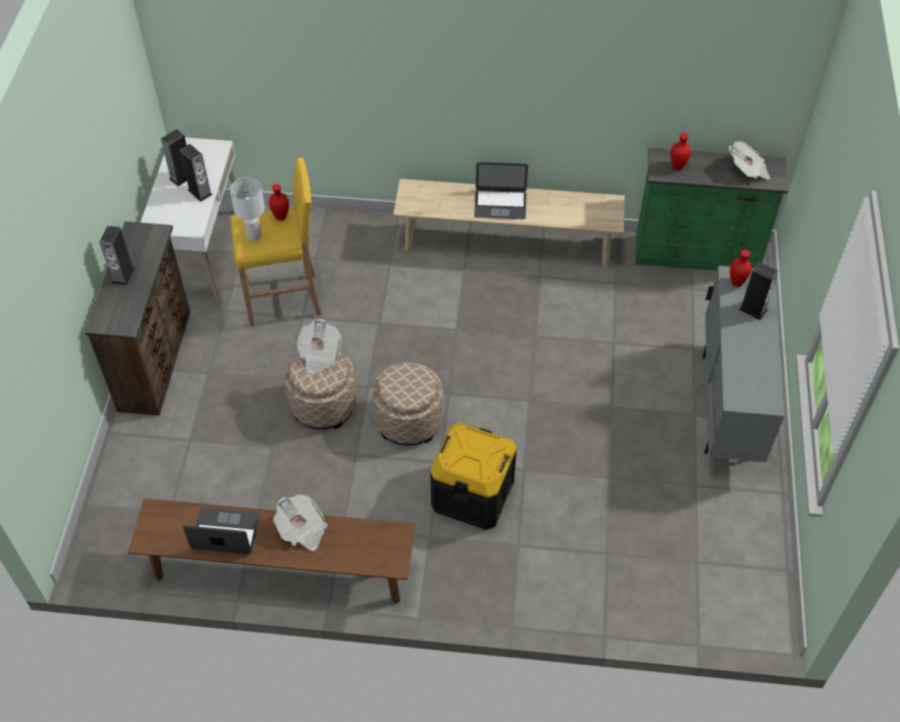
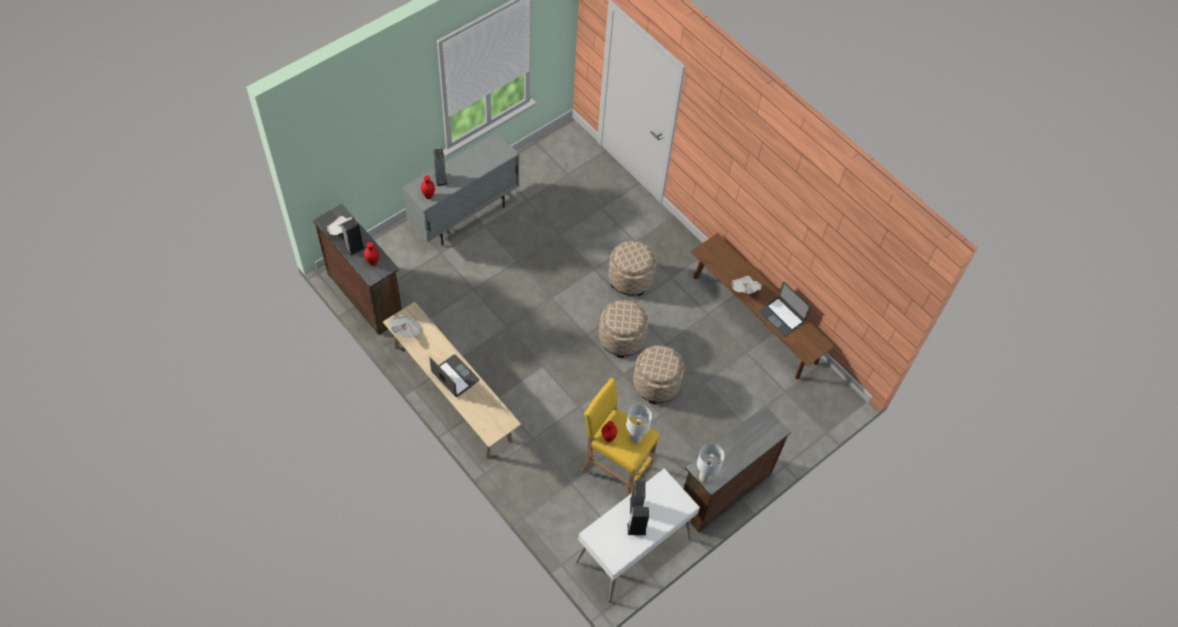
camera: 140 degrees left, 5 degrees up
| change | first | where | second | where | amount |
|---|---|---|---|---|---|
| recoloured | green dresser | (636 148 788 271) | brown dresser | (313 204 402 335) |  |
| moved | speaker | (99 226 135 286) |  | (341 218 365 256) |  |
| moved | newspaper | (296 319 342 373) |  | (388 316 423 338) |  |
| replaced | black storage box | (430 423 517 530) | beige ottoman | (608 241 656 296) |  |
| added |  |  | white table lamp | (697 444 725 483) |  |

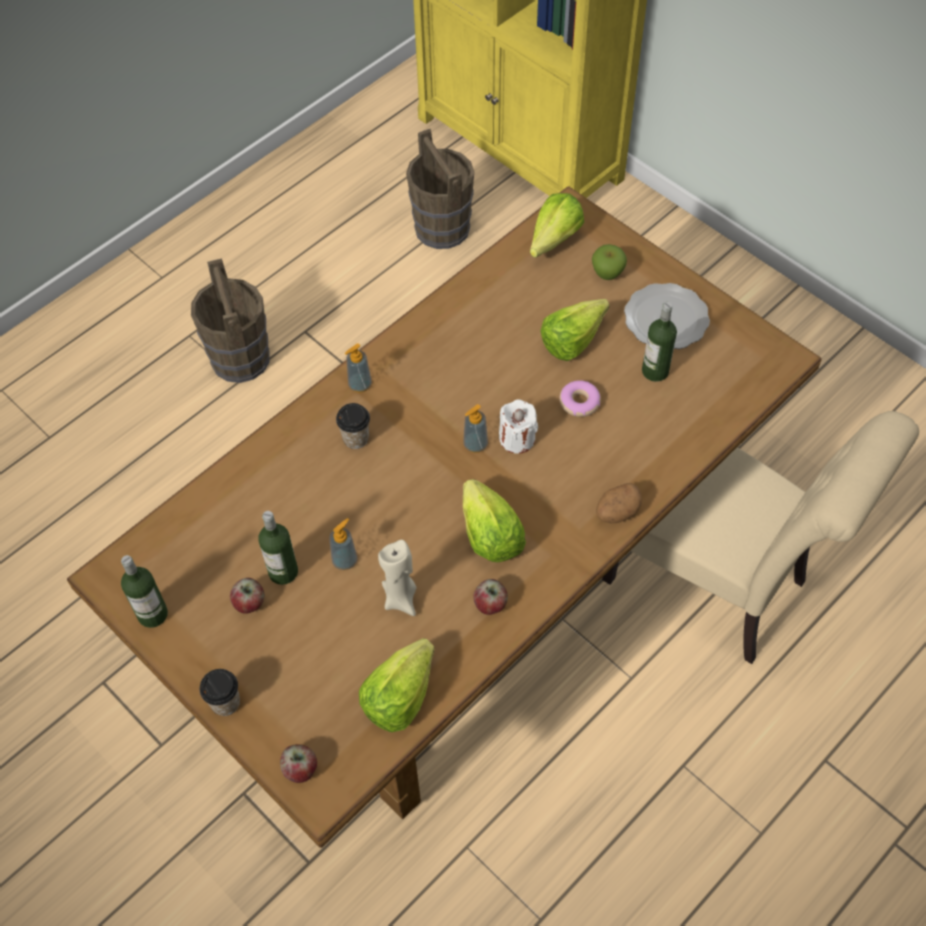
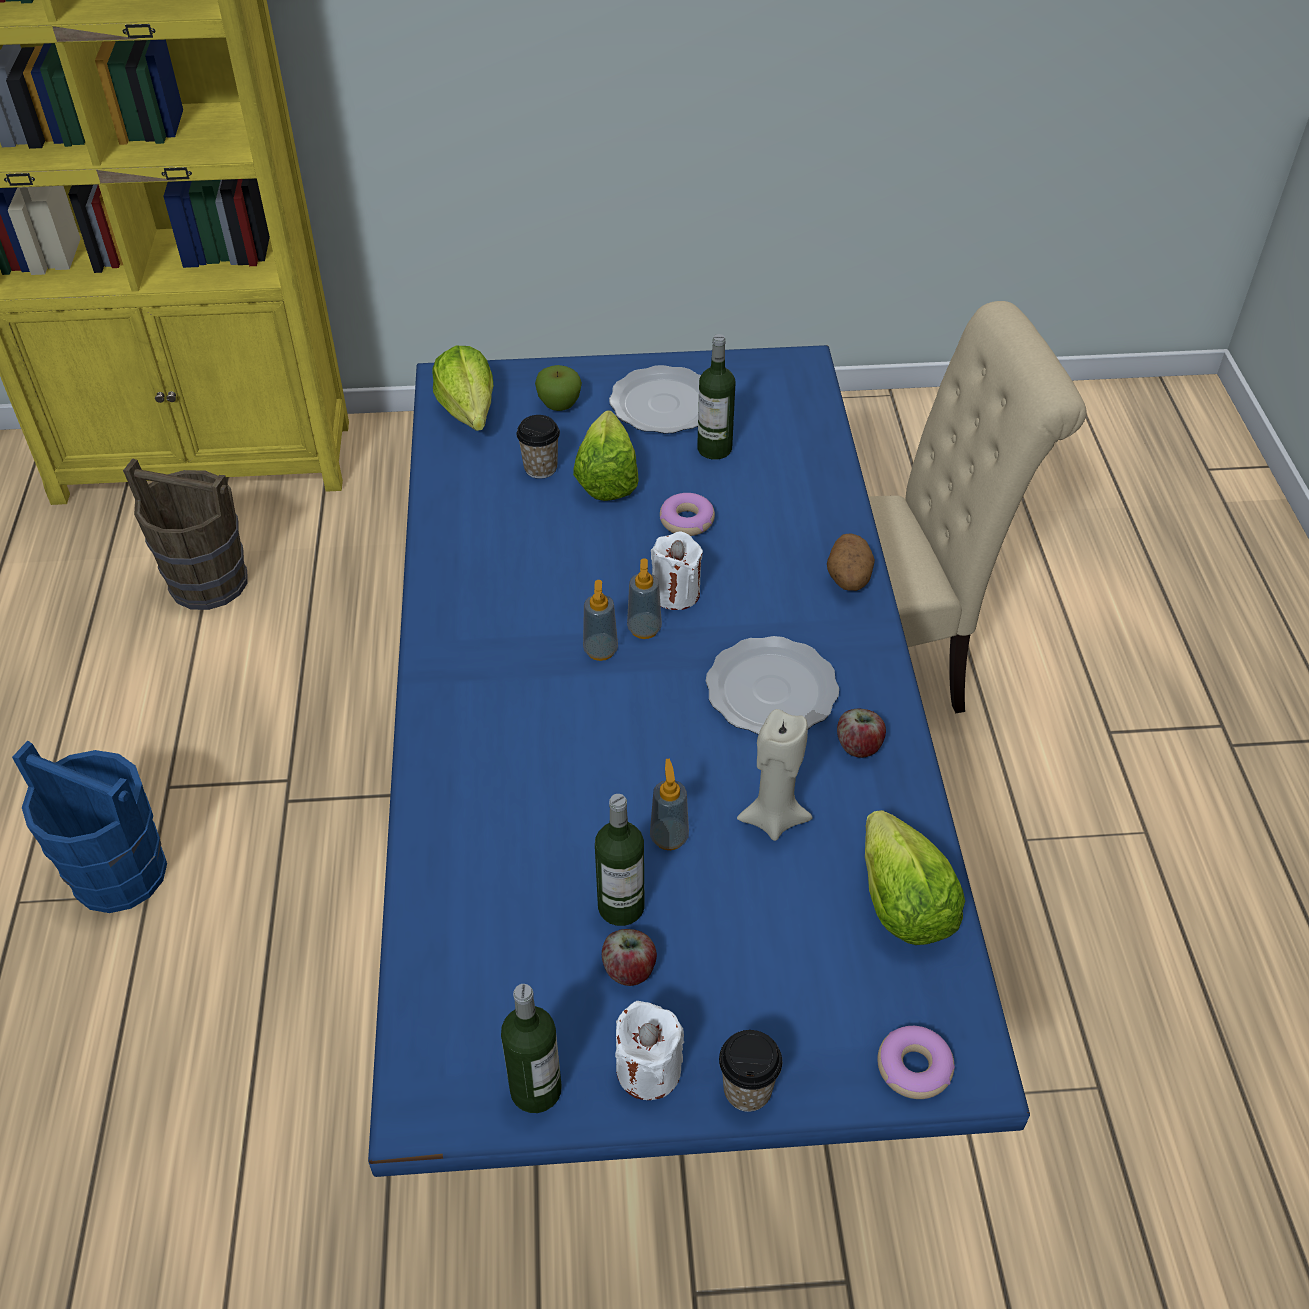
camera: 50 degrees left, 10 degrees down
| change | first | where | second | where | amount |
|---|---|---|---|---|---|
| recoloured | brown dining table | (67 186 822 848) | blue dining table | (368 345 1030 1177) |  |
| recoloured | brown bucket | (191 258 270 383) | blue bucket | (12 741 167 913) |  |
| moved | soap dispenser | (344 343 372 393) |  | (583 580 618 661) |  |
| moved | cup | (336 403 370 449) |  | (516 415 560 479) |  |
| replaced | lettuce | (463 479 526 562) | plate | (706 636 839 735) |  |
| replaced | apple | (280 744 317 783) | donut | (877 1026 955 1099) |  |
| added |  |  | white candle | (615 1001 684 1100) |  |

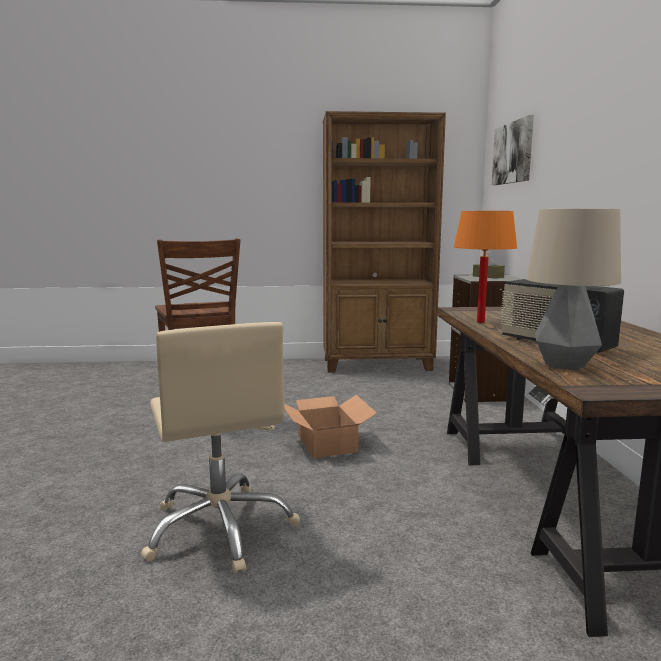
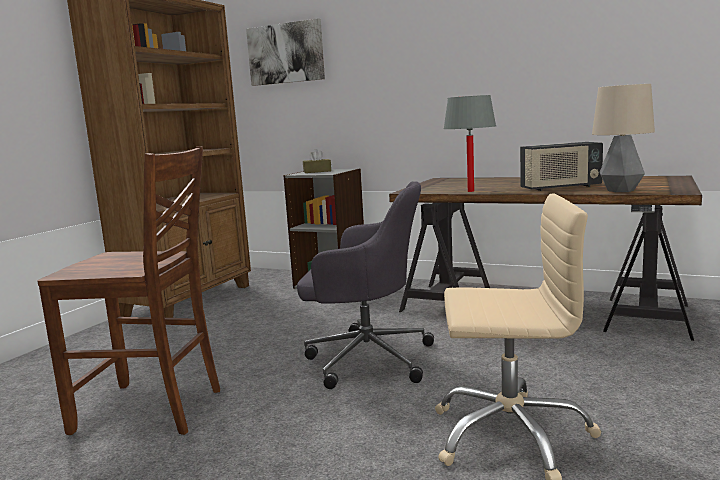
camera: 60 degrees left, 0 degrees up
| change | first | where | second | where | amount |
|---|---|---|---|---|---|
| recoloured | orange table lamp | (454 211 517 323) | grey table lamp | (443 95 496 192) |  |
| replaced | cardboard box | (284 395 377 458) | grey office chair | (297 181 434 389) |  |

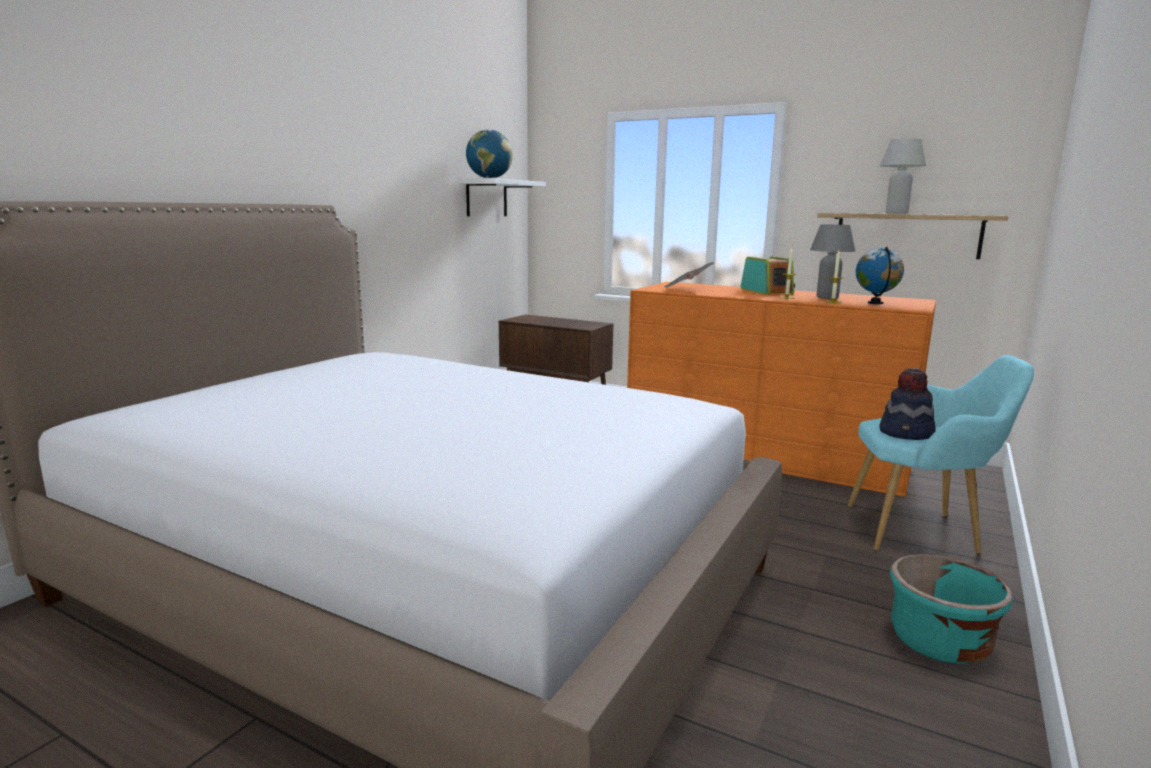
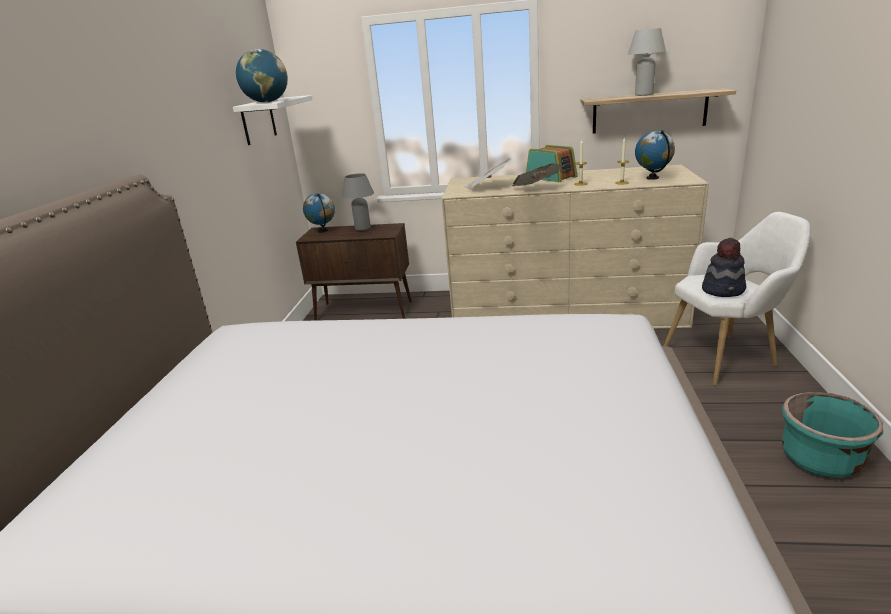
camera: 20 degrees left, 10 degrees up
| change | first | where | second | where | amount |
|---|---|---|---|---|---|
| moved | grey table lamp | (810 225 856 299) |  | (342 173 374 231) |  |
| recoloured | orange dresser | (627 282 936 497) | beige dresser | (442 165 709 329) |  |
| recoloured | turquoise armchair | (848 355 1034 553) | white armchair | (664 212 811 386) |  |
| added |  |  | newspaper | (512 163 561 186) |  |
| added |  |  | globe | (303 193 335 233) |  |

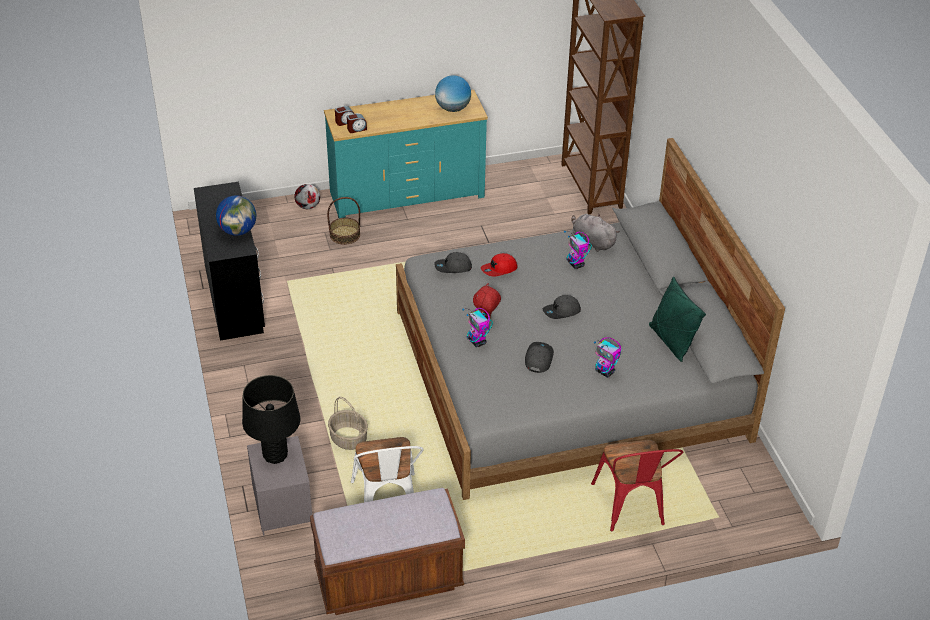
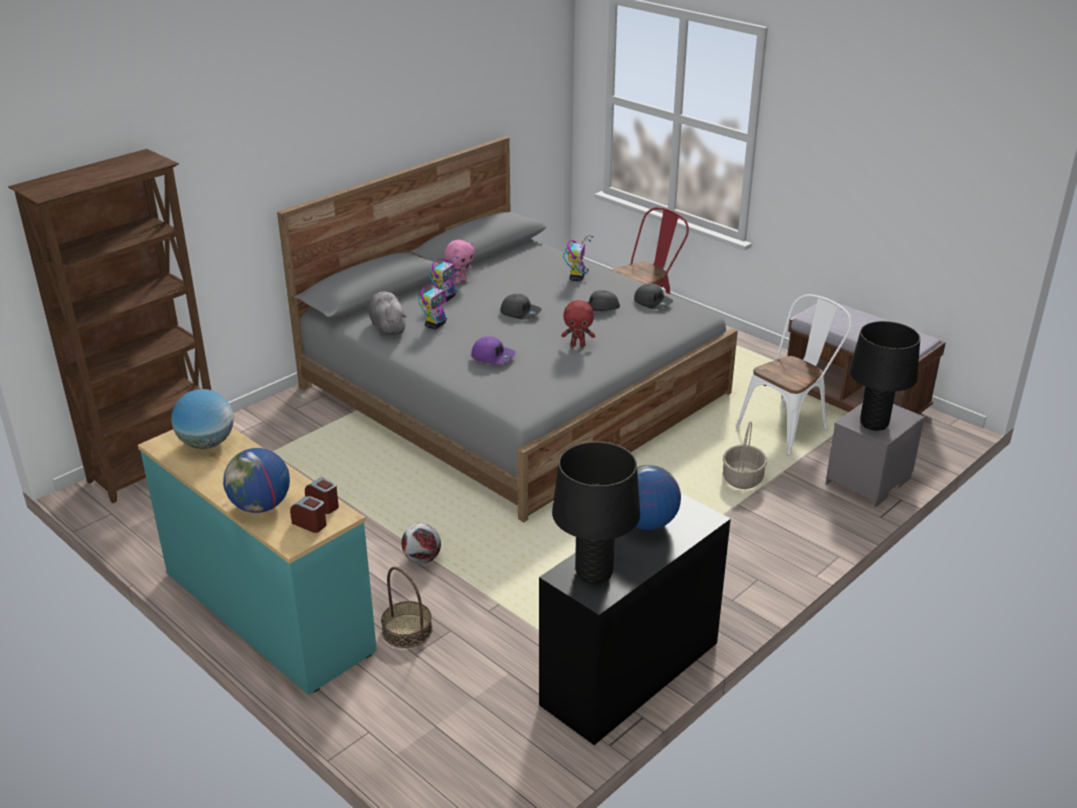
camera: 120 degrees left, 10 degrees down
| change | first | where | second | where | amount |
|---|---|---|---|---|---|
| moved | football | (294 184 320 209) |  | (402 524 441 564) |  |
| turned | grey plush toy | (572 214 620 252) |  | (369 292 406 336) | 150 degrees clockwise |
| moved | grey cap | (434 252 472 273) |  | (634 283 673 309) |  |
| recoloured | red cap | (481 253 518 277) | purple cap | (471 336 516 365) |  |
| removed | green pillow | (649 277 706 362) |  |  |  |
| moved | toy robot | (462 308 493 347) |  | (429 256 459 302) |  |
| added |  |  | pink plush toy | (444 240 475 284) |  |
| added |  |  | black table lamp | (552 441 640 585) |  |
| added |  |  | globe | (223 448 290 513) |  |

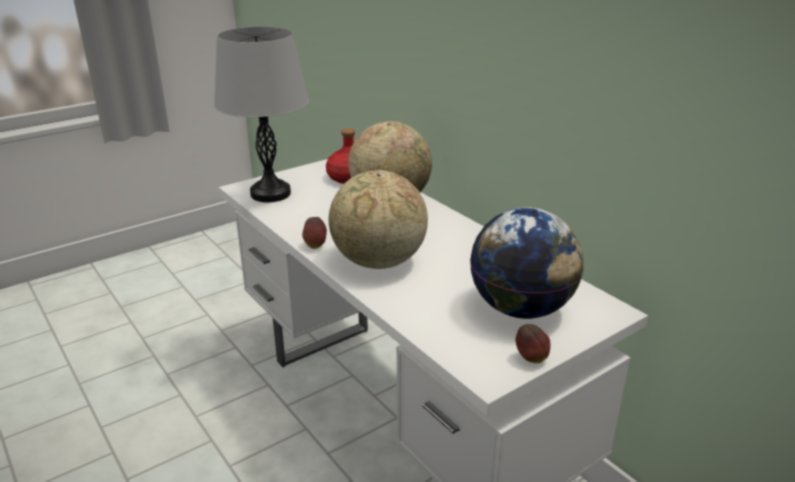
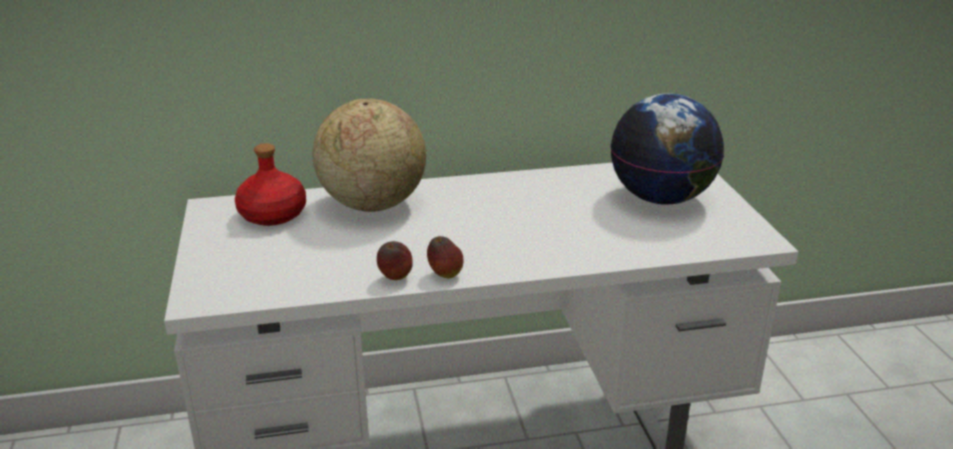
camera: 65 degrees left, 0 degrees up
| change | first | where | second | where | amount |
|---|---|---|---|---|---|
| removed | grey table lamp | (214 26 309 202) |  |  |  |
| removed | globe | (329 170 428 269) |  |  |  |
| moved | apple | (516 324 551 363) |  | (377 241 412 280) |  |

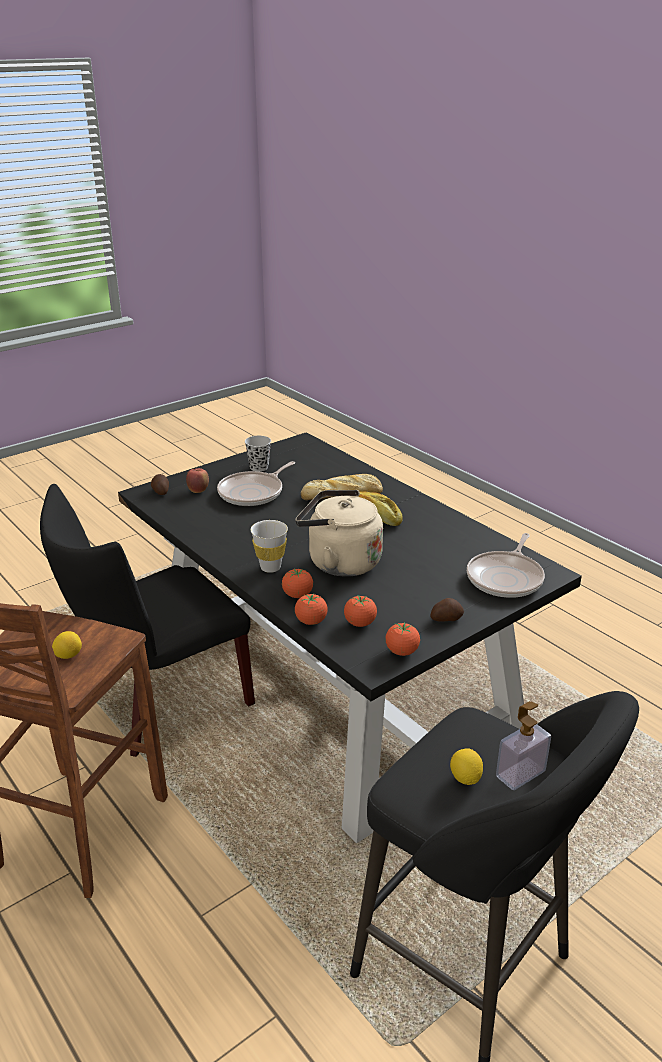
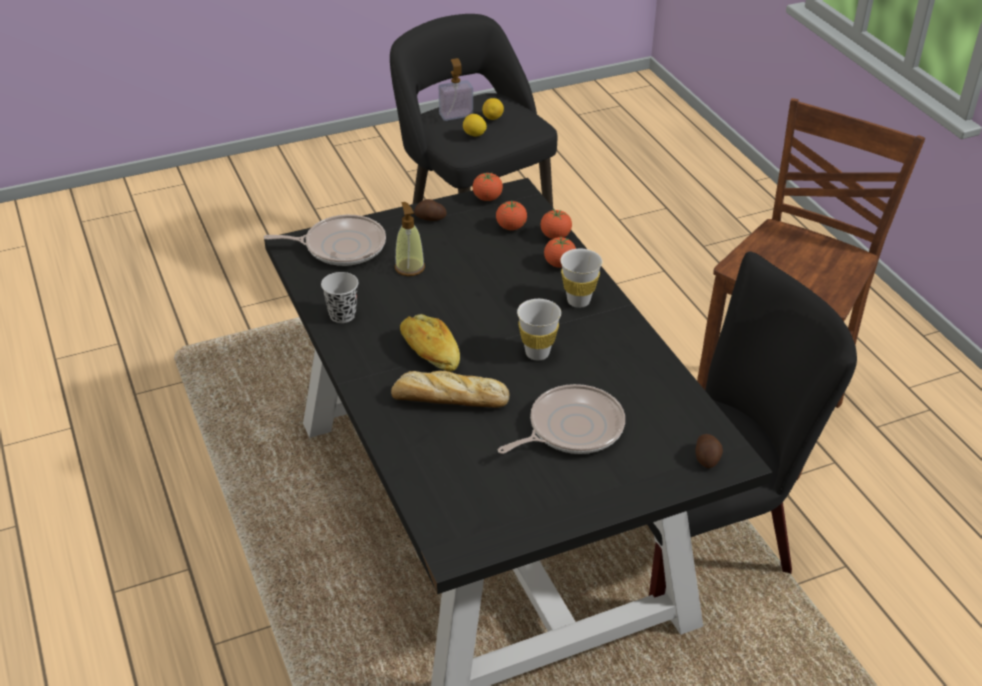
camera: 165 degrees left, 10 degrees up
| change | first | where | second | where | amount |
|---|---|---|---|---|---|
| moved | black cup | (245 436 271 472) |  | (321 272 358 323) |  |
| removed | apple | (186 468 209 493) |  |  |  |
| removed | beige kettle | (295 490 383 577) |  |  |  |
| turned | frying pan | (467 533 545 598) |  | (264 215 386 266) | 45 degrees clockwise |
| moved | lemon | (52 631 82 659) |  | (463 114 487 136) |  |
| added |  |  | soap dispenser | (395 202 425 276) |  |
| added |  |  | white cup | (517 299 561 360) |  |

